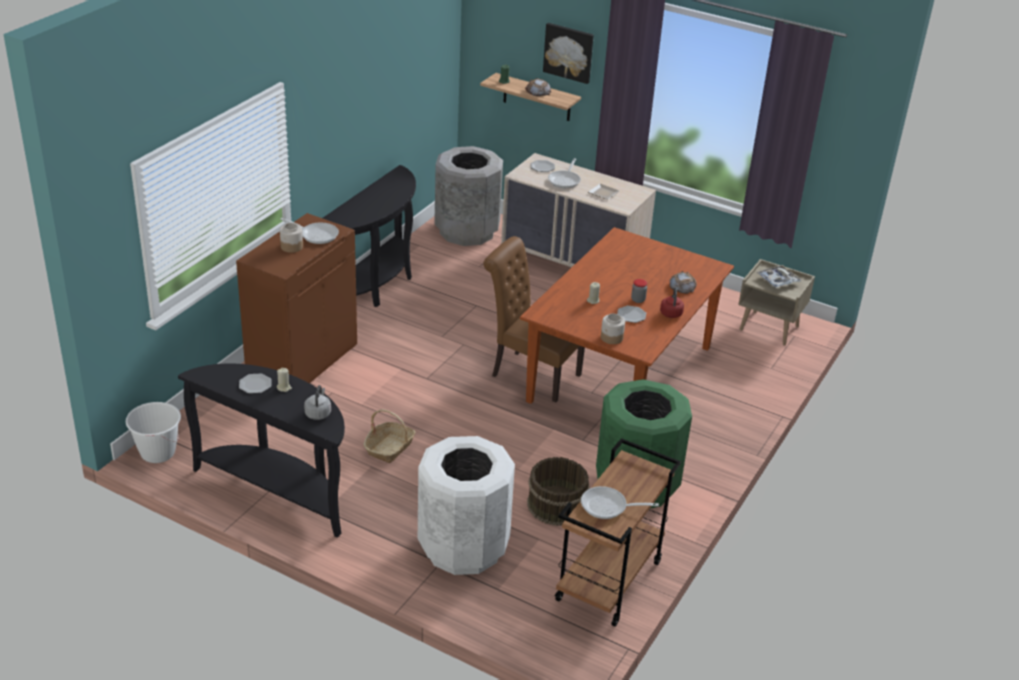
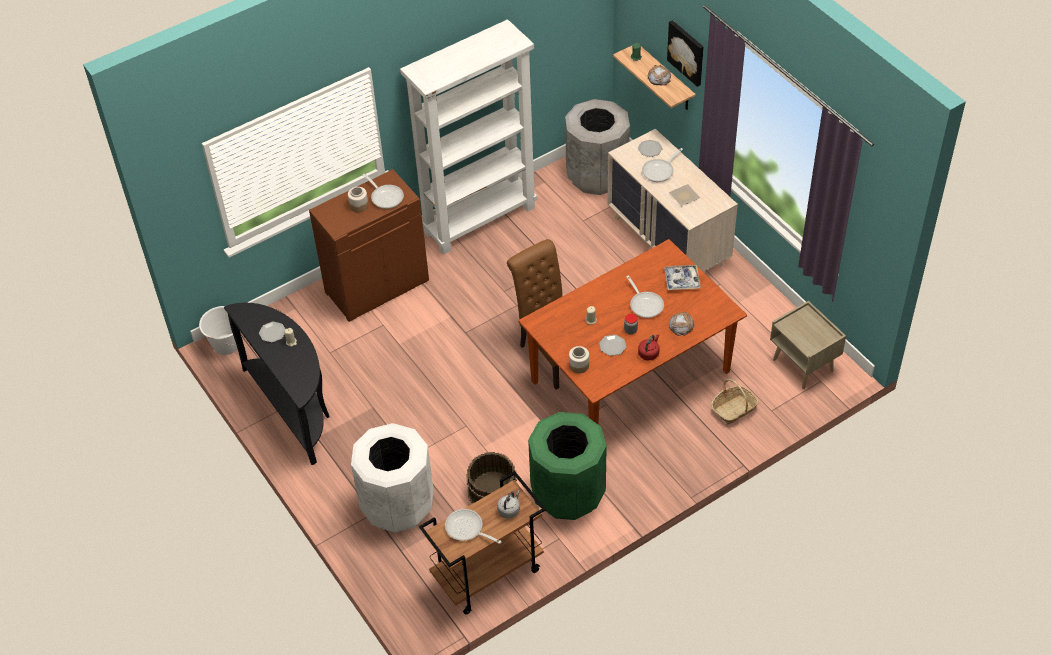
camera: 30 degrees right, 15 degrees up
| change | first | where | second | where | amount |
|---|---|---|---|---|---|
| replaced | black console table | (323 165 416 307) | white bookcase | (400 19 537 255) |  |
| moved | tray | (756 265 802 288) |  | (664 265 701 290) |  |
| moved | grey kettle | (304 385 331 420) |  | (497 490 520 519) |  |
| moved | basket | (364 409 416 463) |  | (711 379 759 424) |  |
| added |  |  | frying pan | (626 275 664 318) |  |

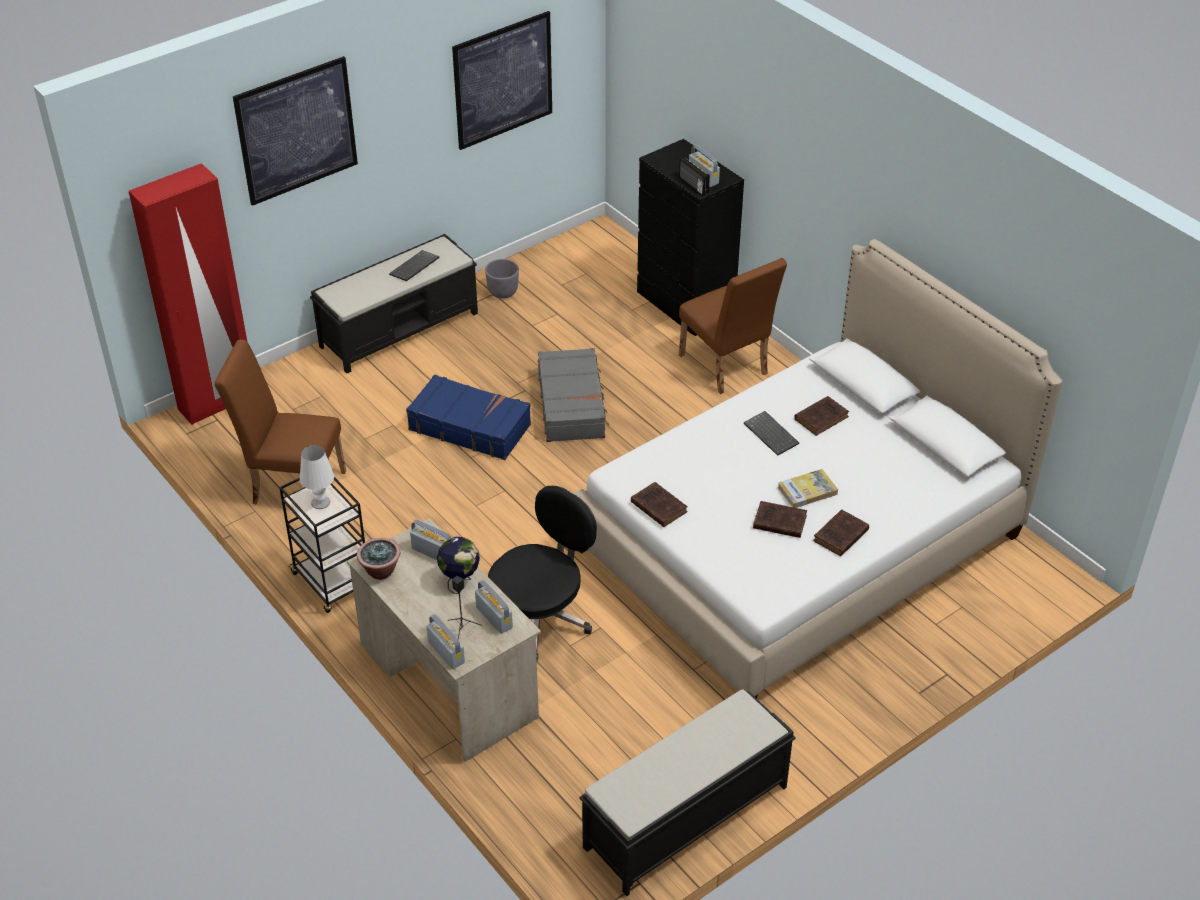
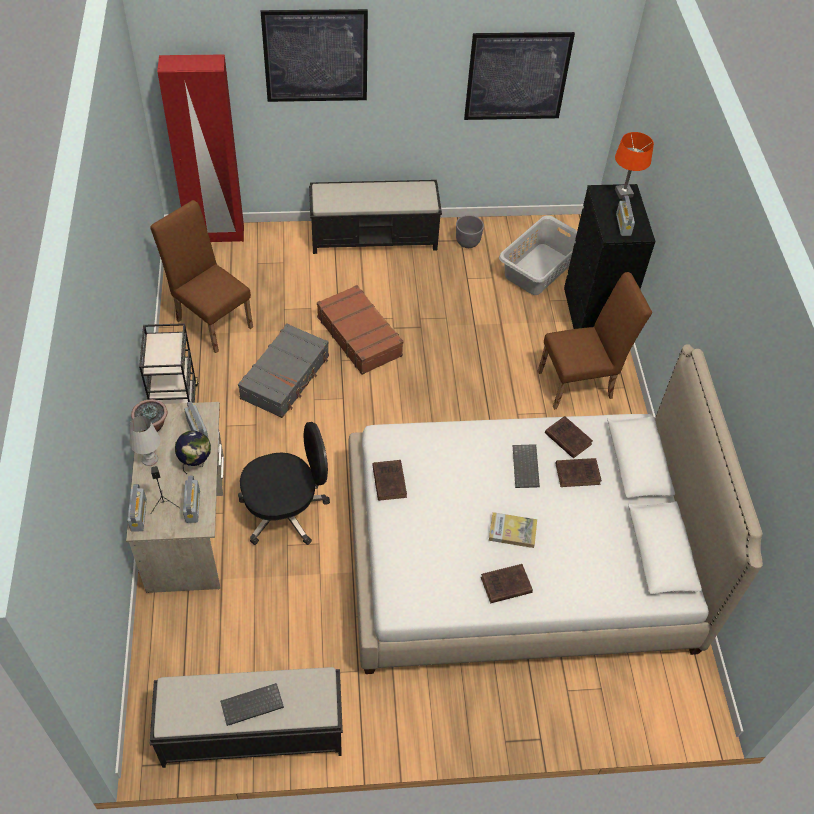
camera: 30 degrees right, 10 degrees up
| change | first | where | second | where | amount |
|---|---|---|---|---|---|
| removed | radio | (679 157 710 196) |  |  |  |
| moved | keyboard | (389 250 440 281) |  | (220 683 284 726) |  |
| turned | brown chair | (679 258 787 394) |  | (538 272 652 410) | 105 degrees counterclockwise |
| moved | grey suitcase | (538 348 609 442) |  | (238 323 329 418) |  |
| recoloured | blue suitcase | (406 375 531 460) | brown suitcase | (317 285 404 375) |  |
| moved | white table lamp | (300 445 334 509) |  | (130 416 161 466) |  |
| moved | brown book | (753 501 807 538) |  | (545 416 593 458) |  |
| added |  |  | orange table lamp | (615 132 654 199) |  |
| added |  |  | grey laundry basket | (499 215 577 295) |  |

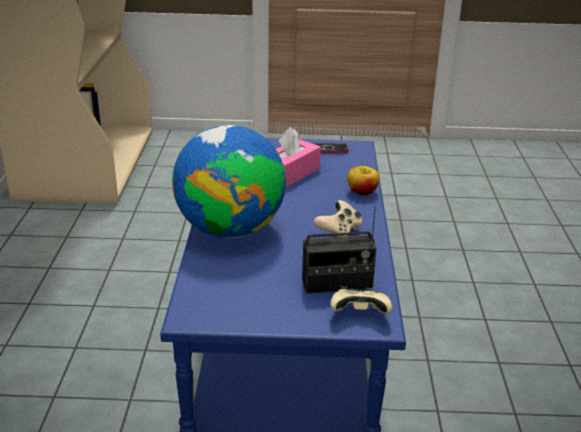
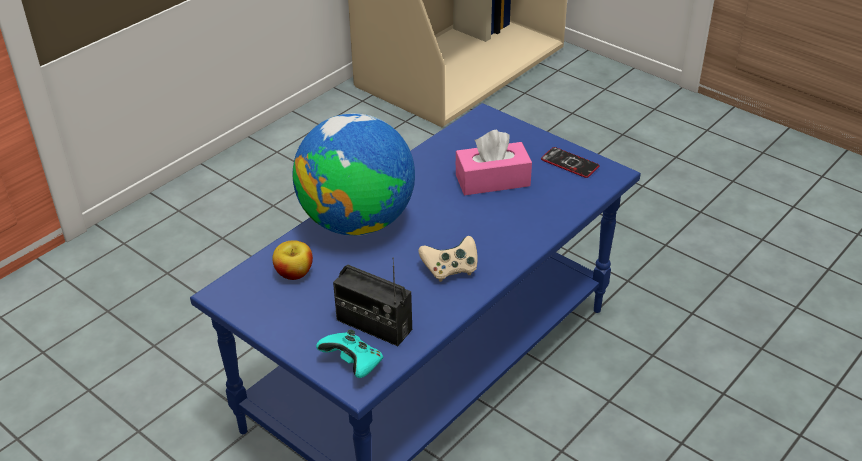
camera: 40 degrees right, 10 degrees up
| change | first | where | second | where | amount |
|---|---|---|---|---|---|
| moved | apple | (347 166 380 195) |  | (272 240 313 280) |  |
| recoloured | beige game controller | (330 286 392 314) | turquoise game controller | (316 329 383 378) |  |

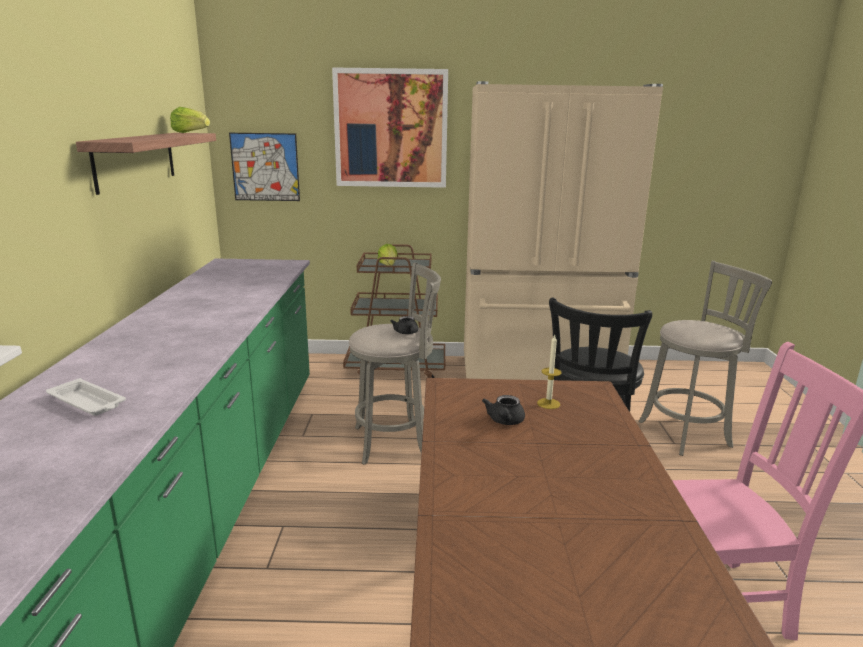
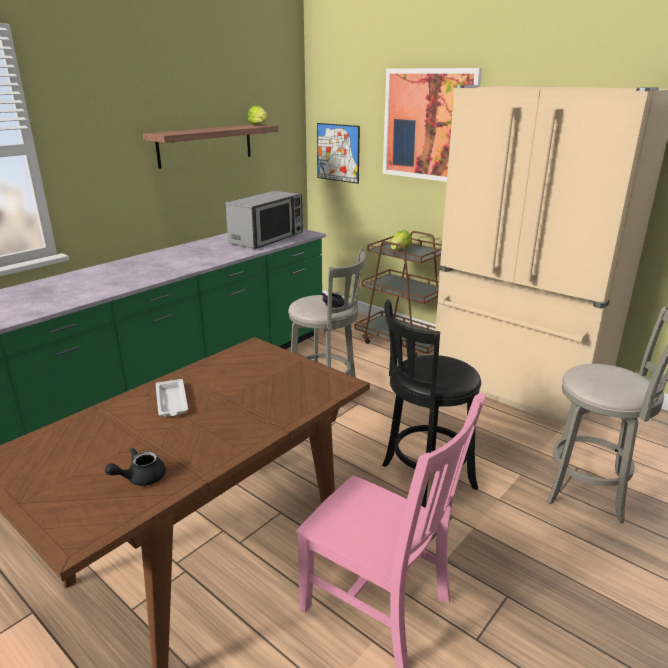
camera: 40 degrees right, 5 degrees up
| change | first | where | second | where | amount |
|---|---|---|---|---|---|
| removed | candle | (537 335 561 409) |  |  |  |
| moved | white tray | (46 378 126 416) |  | (156 379 188 417) |  |
| moved | black teapot | (482 395 525 425) |  | (105 448 166 486) |  |
| added |  |  | microwave | (225 191 303 249) |  |

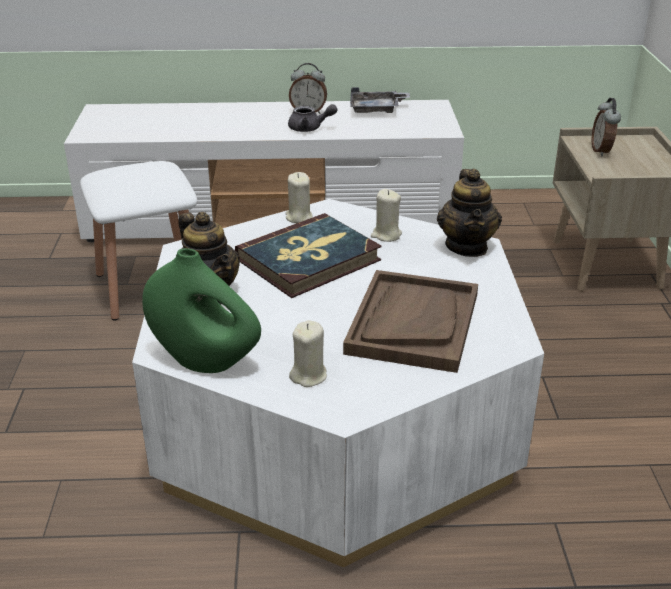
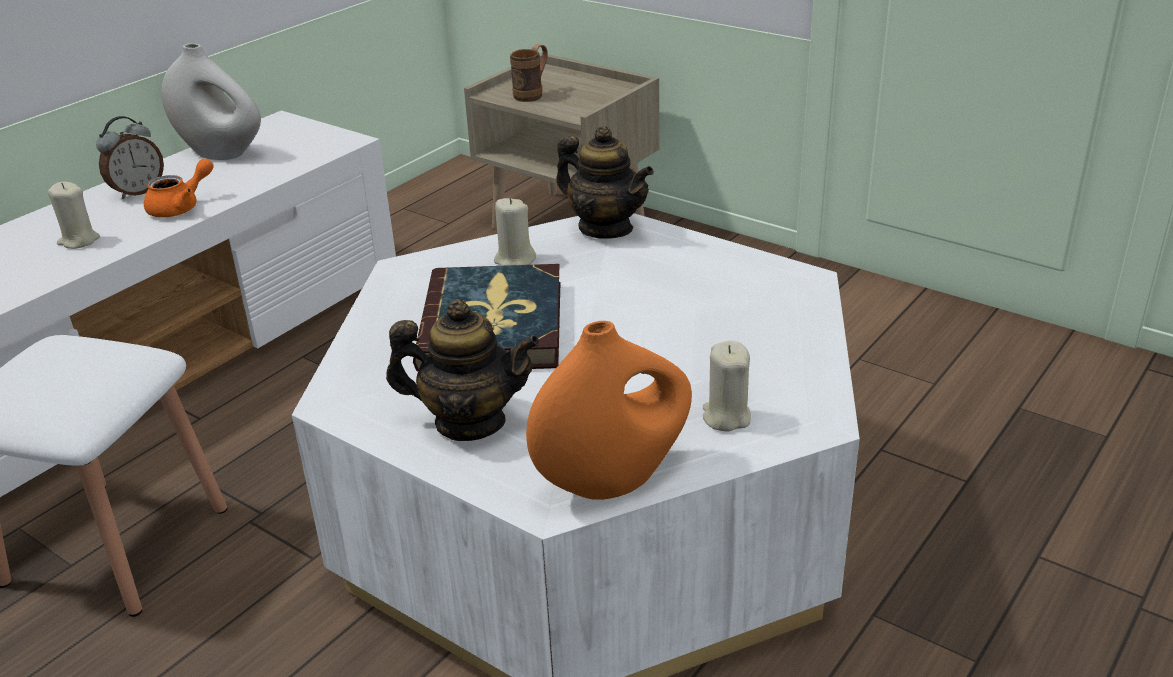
camera: 50 degrees left, 0 degrees up
| change | first | where | second | where | amount |
|---|---|---|---|---|---|
| replaced | grey tray | (350 87 410 113) | white vase | (162 43 261 160) |  |
| replaced | alarm clock | (592 98 621 157) | brown mug | (510 44 547 102) |  |
| recoloured | grey teapot | (288 104 337 132) | orange teapot | (144 158 214 217) |  |
| moved | beige candle | (286 172 312 223) |  | (48 182 100 249) |  |
| recoloured | green vase | (142 248 261 373) | orange vase | (526 321 692 500) |  |
| removed | brown tray | (343 270 478 373) |  |  |  |

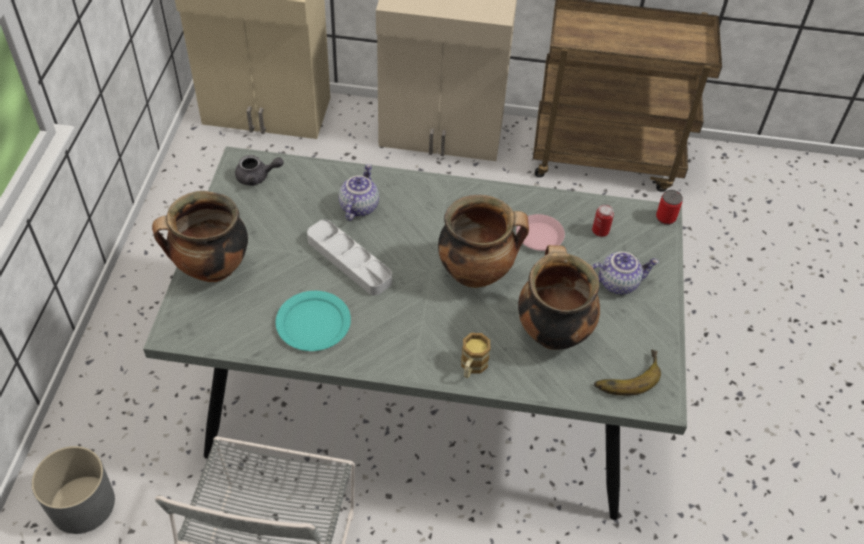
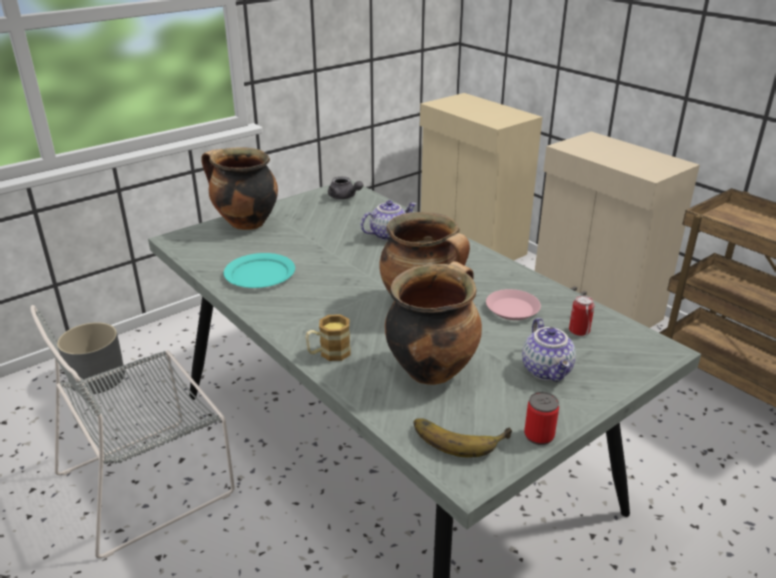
camera: 45 degrees right, 20 degrees down
| change | first | where | second | where | amount |
|---|---|---|---|---|---|
| moved | can | (656 190 683 225) |  | (524 392 559 445) |  |
| removed | grey tray | (307 219 392 295) |  |  |  |
| turned | teapot | (591 252 659 294) |  | (522 318 576 382) | 45 degrees clockwise |

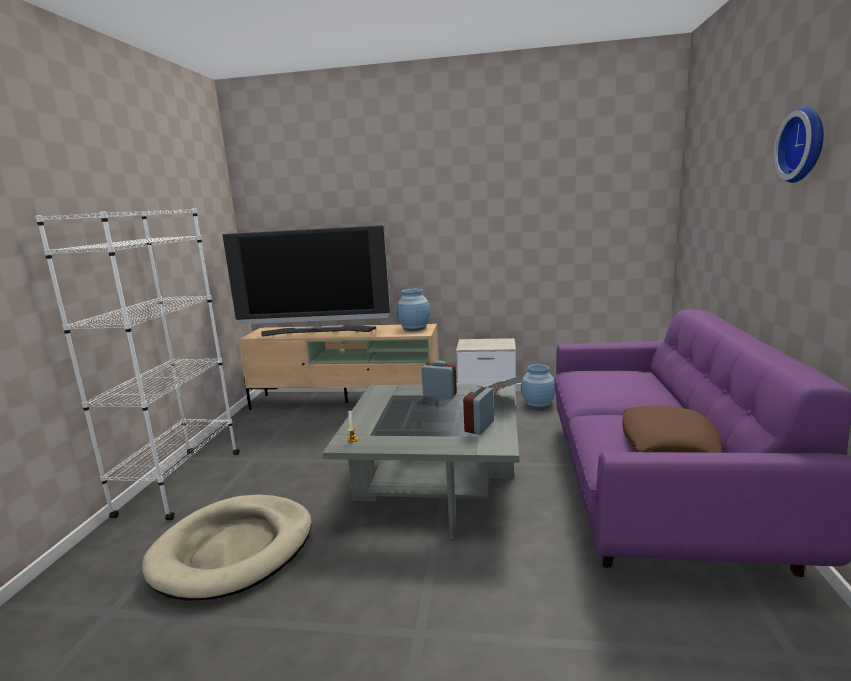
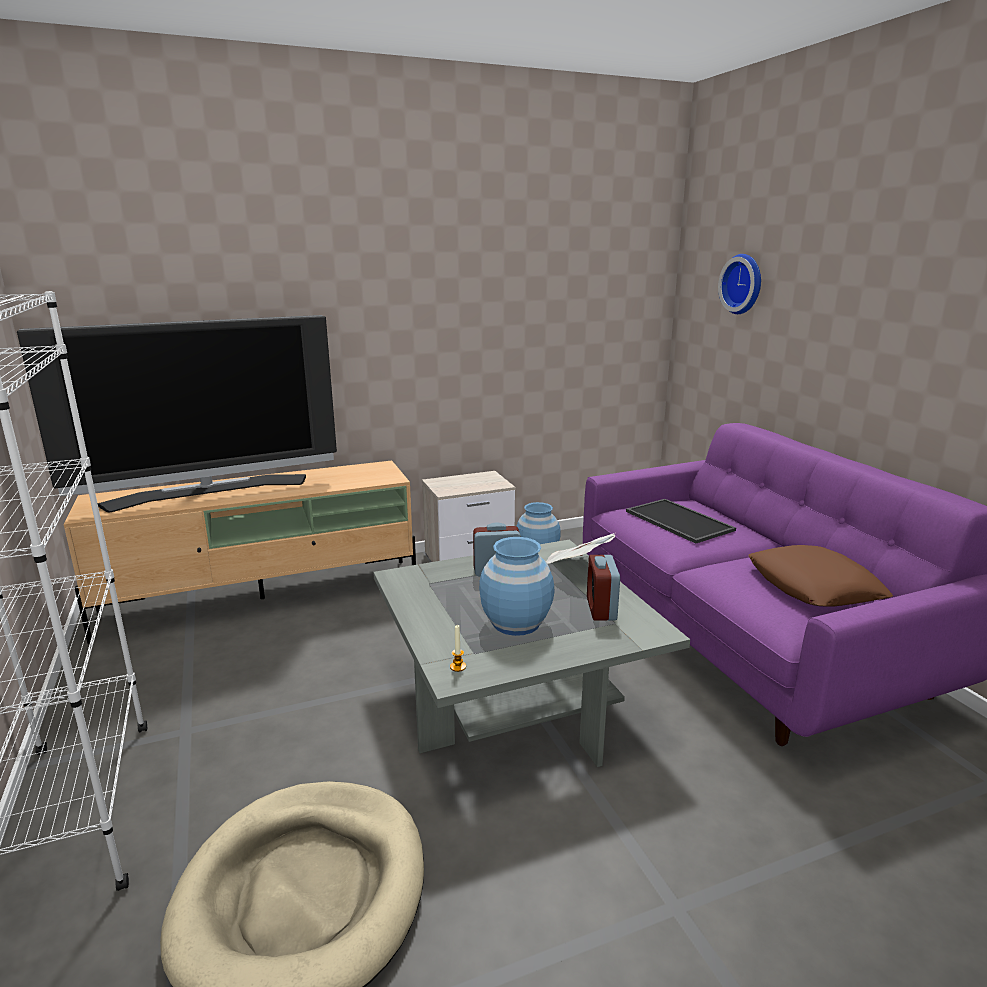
camera: 30 degrees left, 5 degrees up
| change | first | where | second | where | amount |
|---|---|---|---|---|---|
| moved | wall clock | (774 106 824 183) |  | (718 254 761 314) |  |
| moved | blue vase | (397 289 430 331) |  | (479 537 554 636) |  |
| added |  |  | tray | (626 499 736 544) |  |

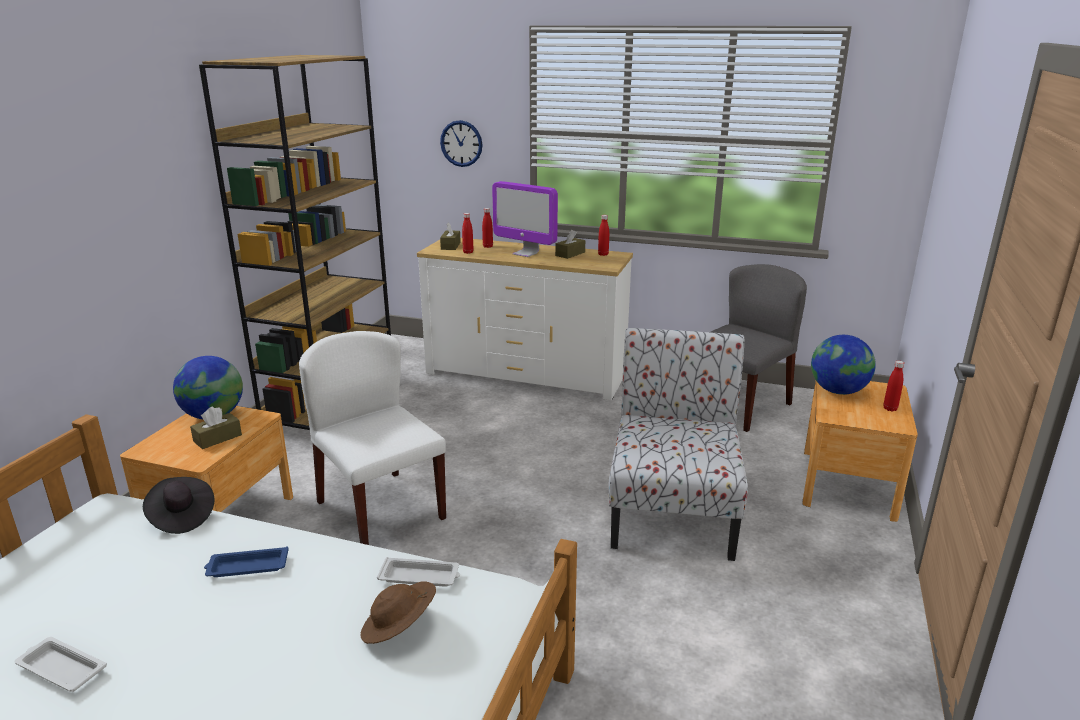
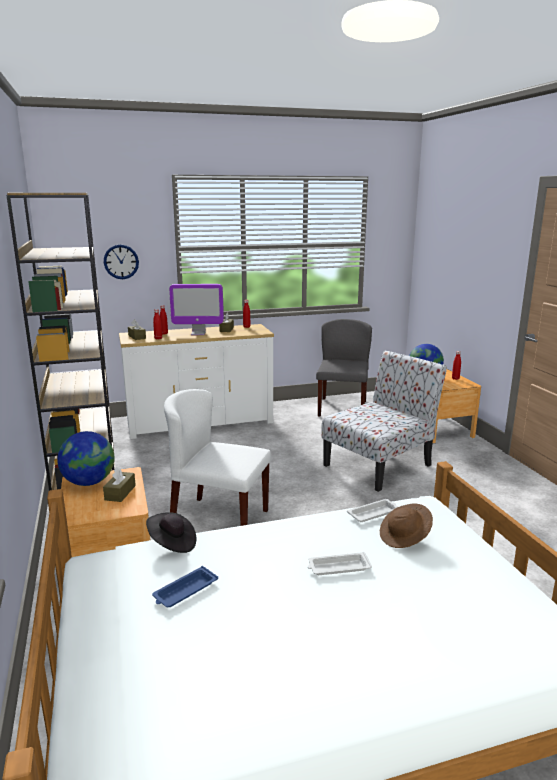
camera: 35 degrees left, 5 degrees down
| change | first | where | second | where | amount |
|---|---|---|---|---|---|
| turned | chair | (608 328 748 561) |  | (322 350 447 492) | 75 degrees clockwise |
| moved | blue tray | (204 546 289 577) |  | (152 566 218 607) |  |
| moved | white tray | (14 637 107 692) |  | (308 552 372 575) |  |

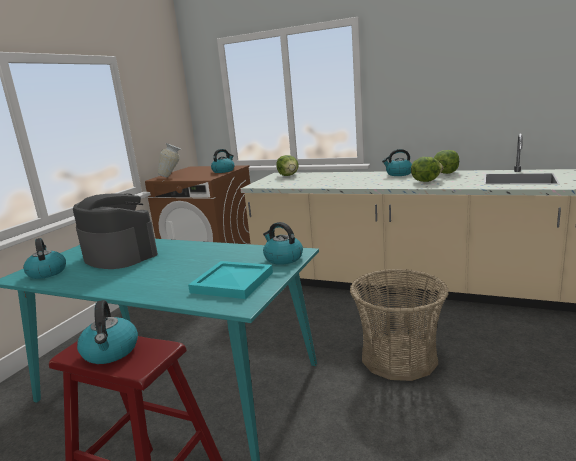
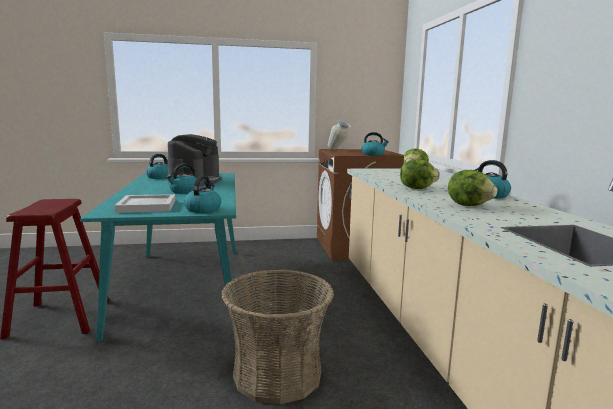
camera: 55 degrees right, 5 degrees down
| change | first | where | second | where | amount |
|---|---|---|---|---|---|
| moved | lettuce | (434 150 459 174) |  | (400 159 440 189) |  |
| recoloured | turquoise tray | (188 261 273 299) | white tray | (114 194 175 213) |  |
| moved | kettle | (77 300 138 364) |  | (166 163 200 194) |  |

